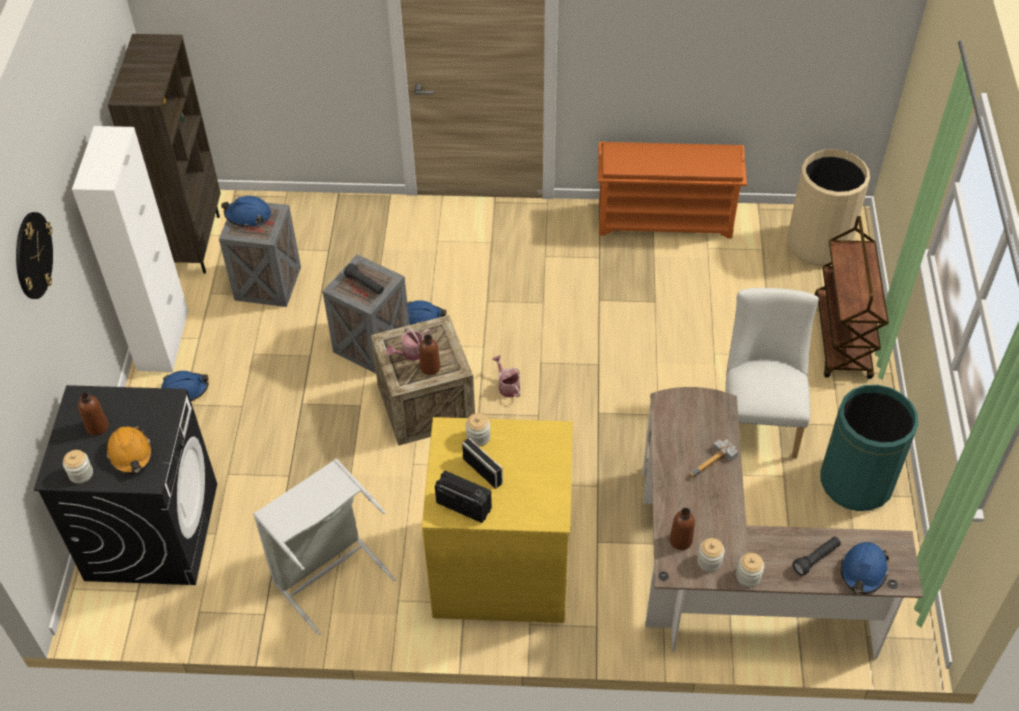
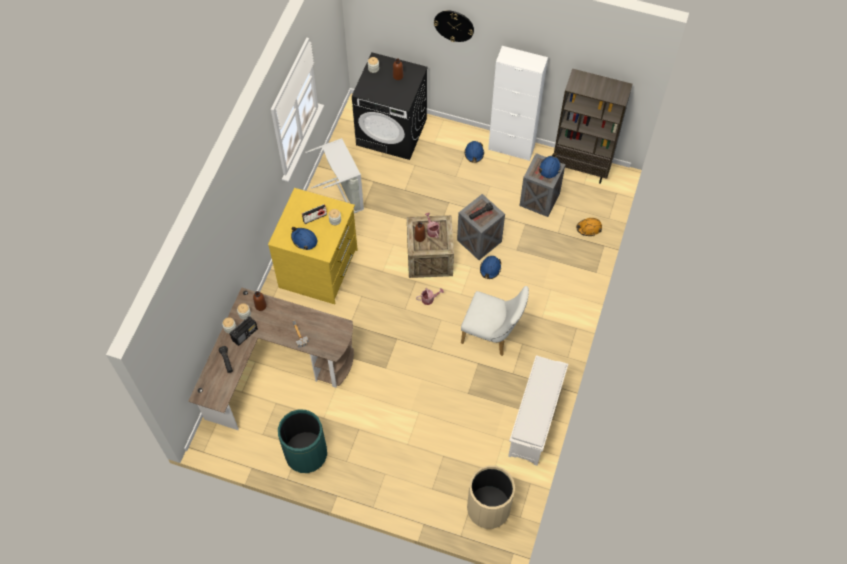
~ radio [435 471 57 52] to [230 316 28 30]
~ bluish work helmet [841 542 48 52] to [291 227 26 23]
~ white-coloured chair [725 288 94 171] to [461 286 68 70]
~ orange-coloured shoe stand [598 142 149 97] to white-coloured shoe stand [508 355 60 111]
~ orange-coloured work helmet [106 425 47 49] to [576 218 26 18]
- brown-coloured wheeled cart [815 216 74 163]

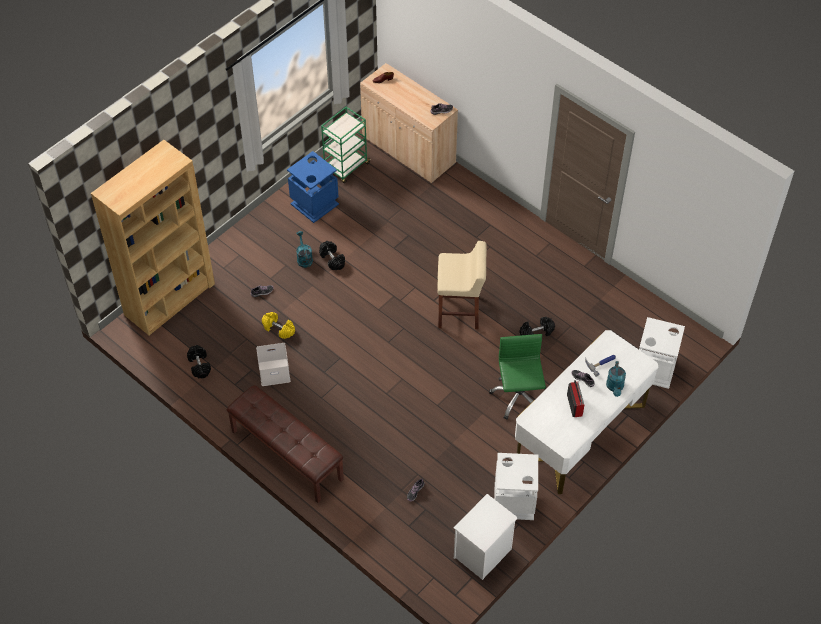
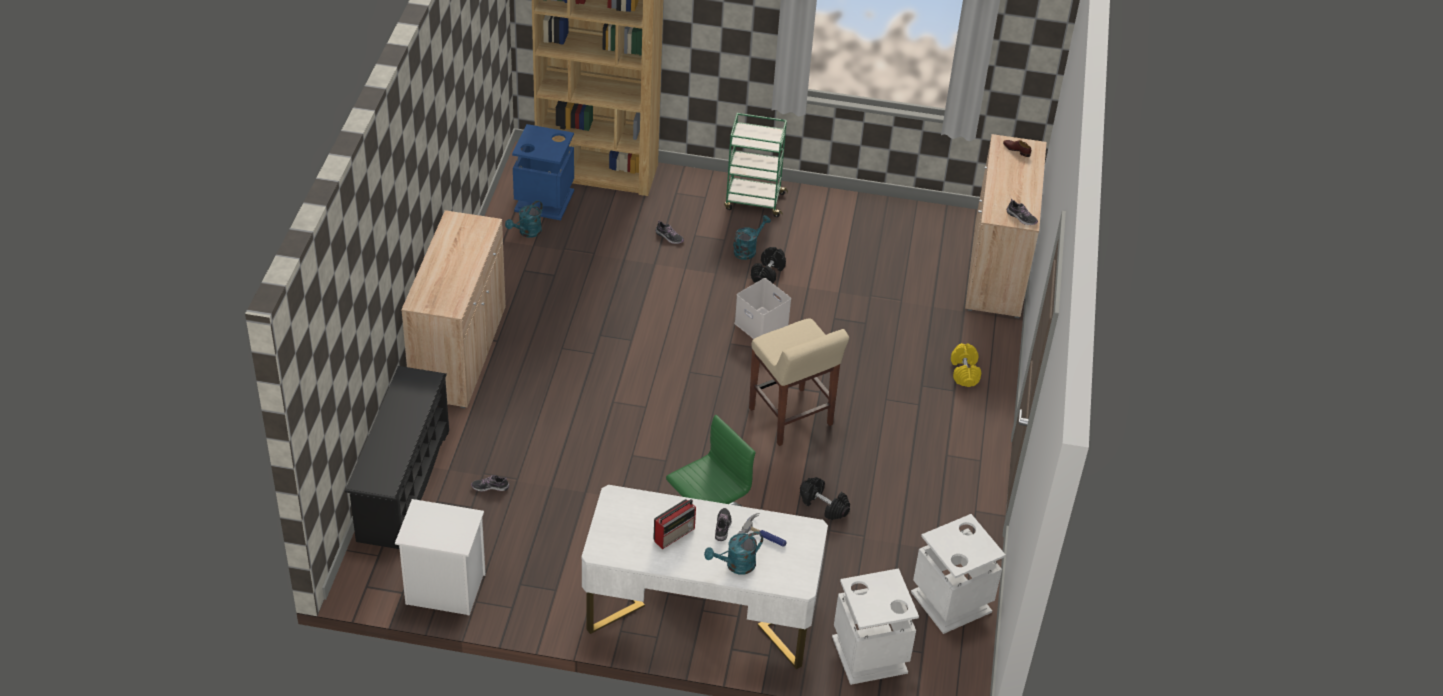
+ black-coloured shoe stand [345 366 104 183]
~ brown-coloured long seat [227 385 117 118] to beige storage cabinet [401 210 105 198]
~ black-coloured dumbbell [187 345 24 34] to turquoise watering can [505 200 38 38]
~ bluish rubbish bin [287 151 52 72] to [512 124 62 96]
~ green-coloured wheeled cart [321 107 50 76] to [724 113 64 104]
~ white-coloured storage bin [256 343 34 43] to [734 278 57 61]
~ white-coloured rubbish bin [494 453 44 67] to [911 514 95 120]
~ yellow dumbbell [262 312 33 27] to [951 343 30 44]

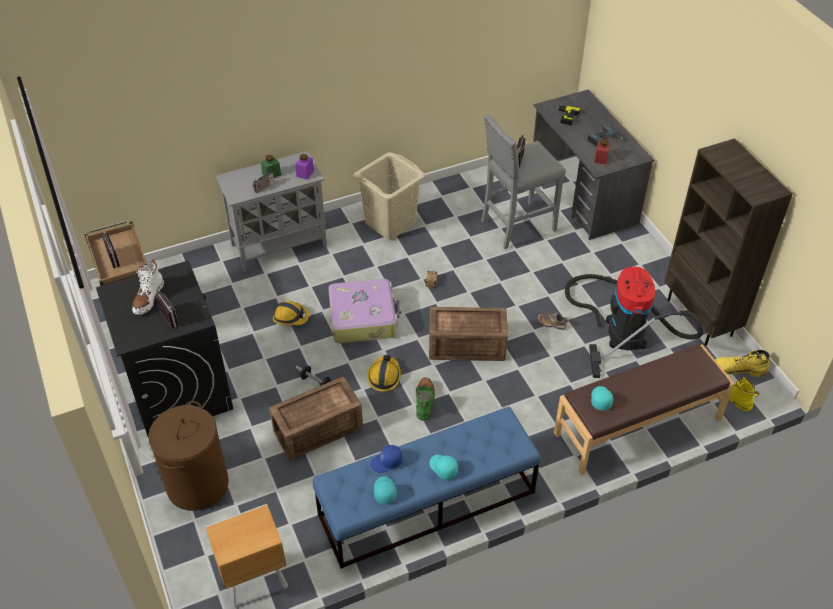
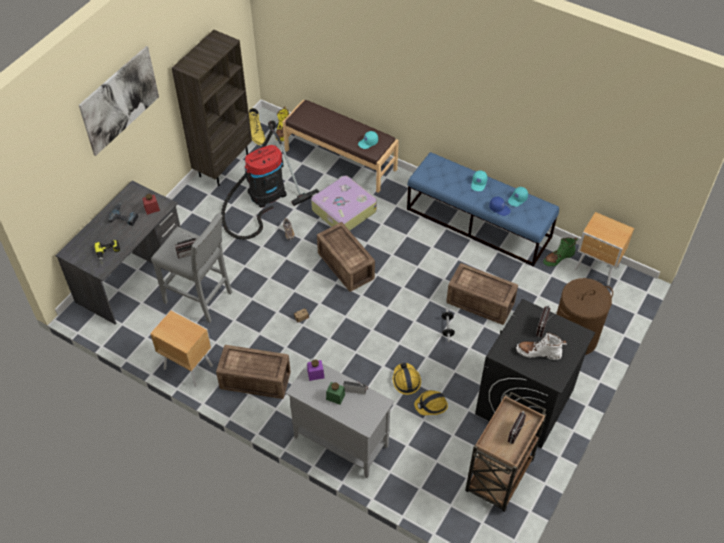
+ picture [79 46 80 110]
+ brown-coloured night table [150 310 63 77]
~ beige hamper [354 152 71 88] to packing crate [216 345 75 54]
~ suitcase [328 279 72 64] to [311 175 66 56]
~ work helmet [367 355 34 37] to [414 390 34 25]
~ white-coloured high-top boot [132 259 32 56] = [516 332 51 28] 150 degrees counterclockwise
~ green-coloured high-top boot [416 377 19 44] to [543 237 35 29]

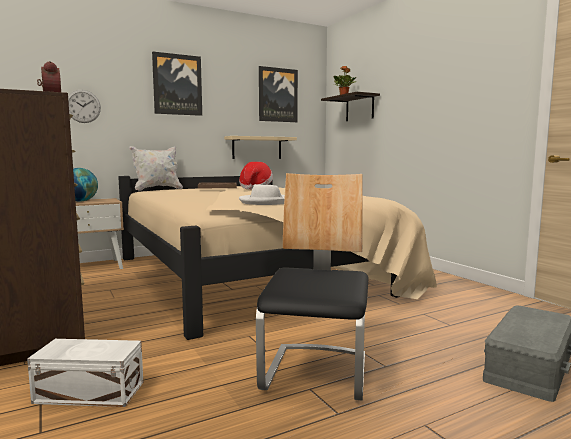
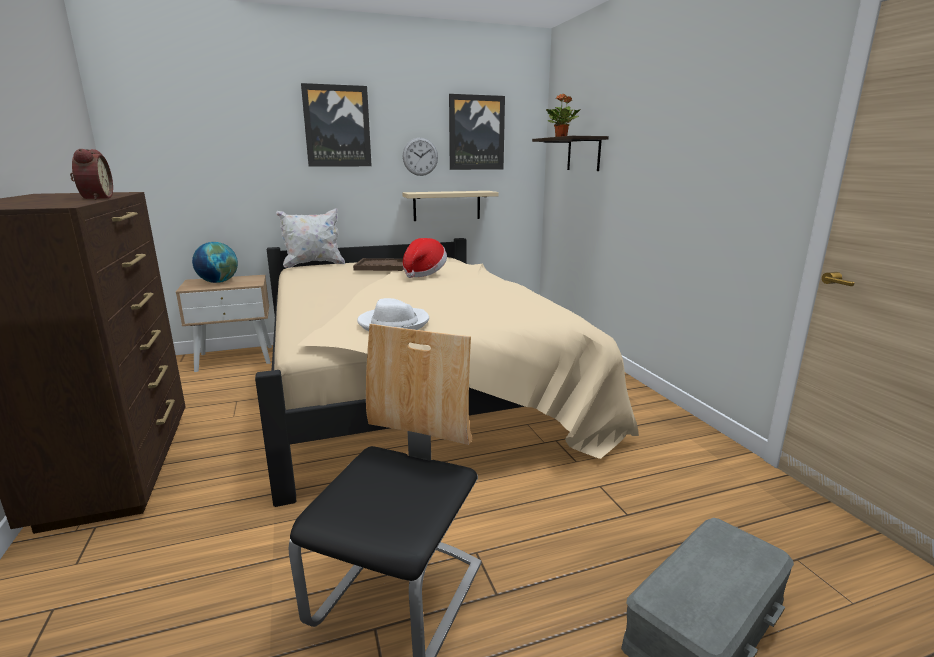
~ clock on the wall [68 90 33 33] to [403 138 35 38]
- white-coloured storage bin [27 339 116 68]

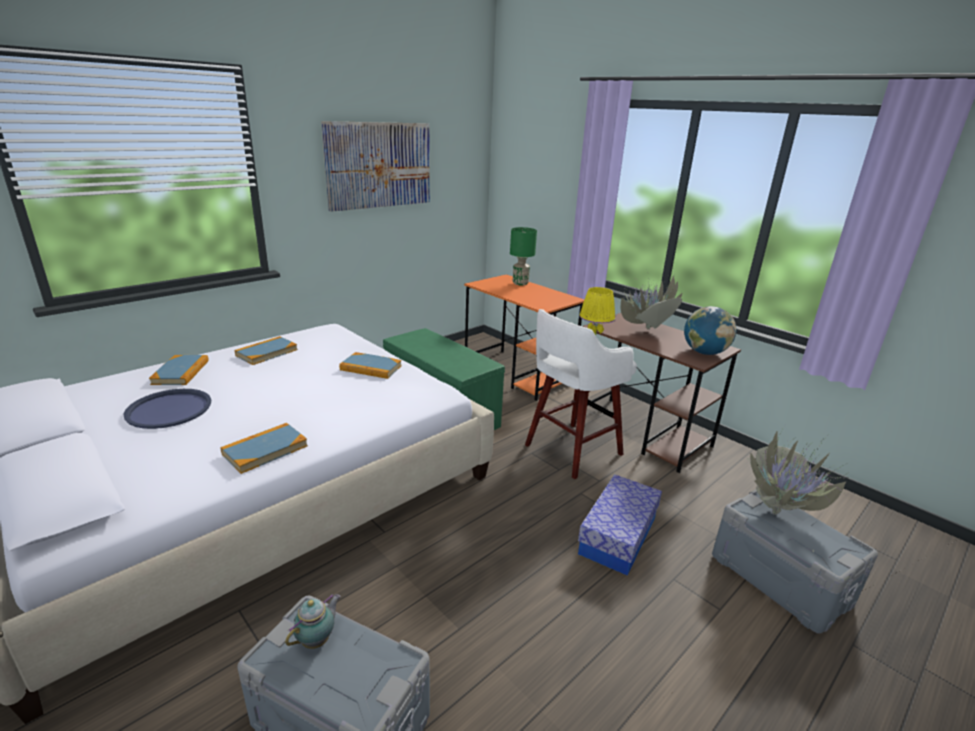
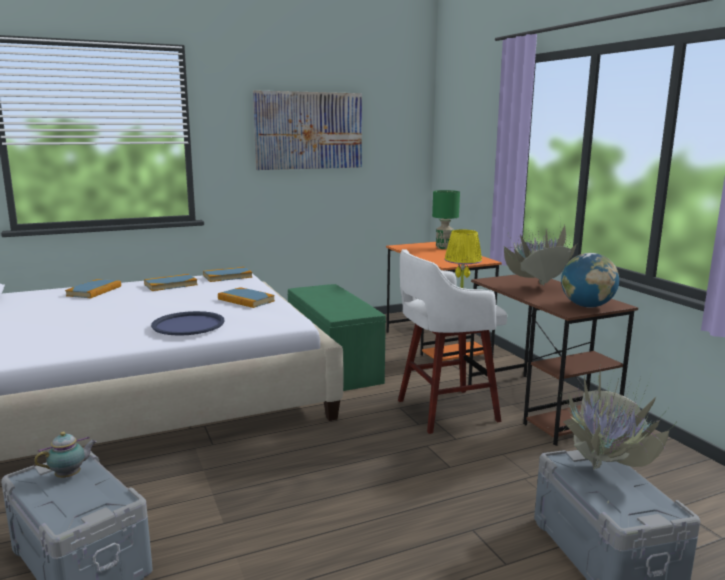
~ bluish carrying tray [123 389 88 40] to [151 311 74 25]
~ bound book [221 423 87 51] to [203 267 49 15]
- storage bin [578 474 84 102]

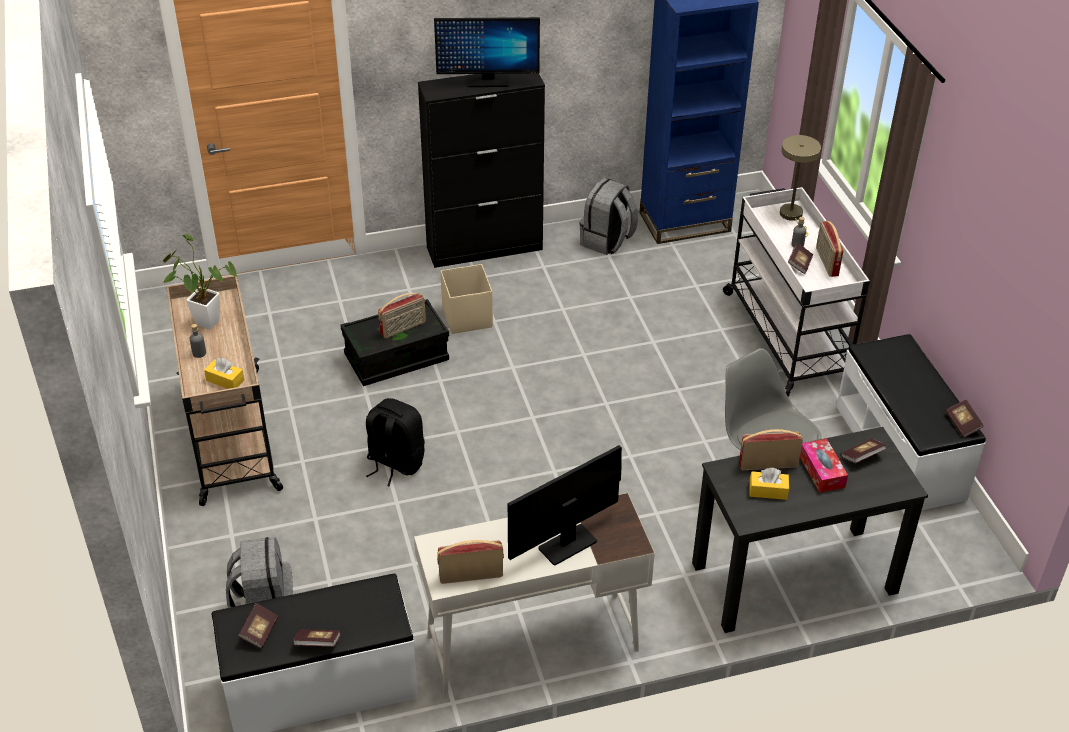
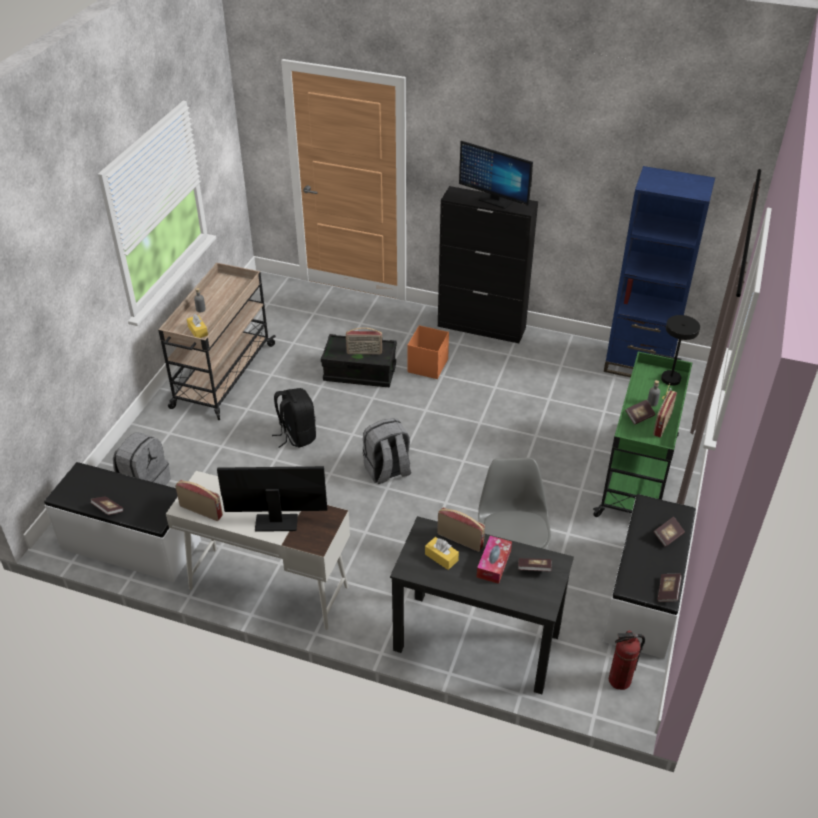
~ grey rucksack [579 178 59 77] to [363 418 48 66]
~ beige storage bin [441 264 52 70] to orange-coloured storage bin [407 325 42 54]
~ white-coloured wheeled cart [723 187 147 210] to green-coloured wheeled cart [593 352 99 165]
+ fire extinguisher [609 630 36 60]
~ bound book [238 603 40 46] to [654 517 31 30]
~ beige tabletop lamp [780 135 41 102] to black-coloured tabletop lamp [661 315 39 85]
- plant in a pot [162 234 75 95]

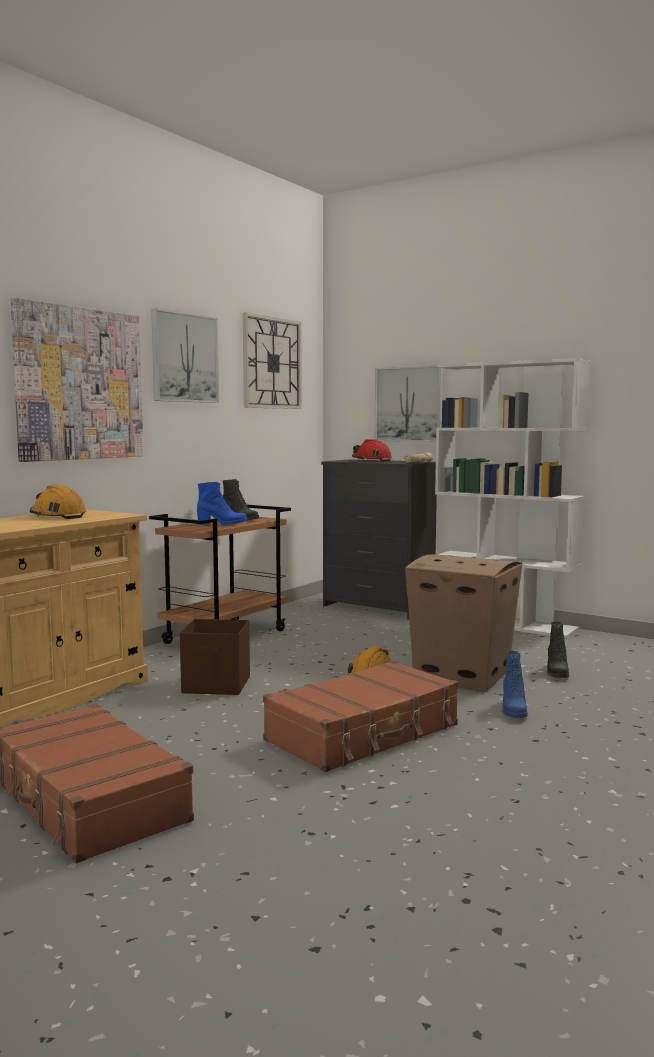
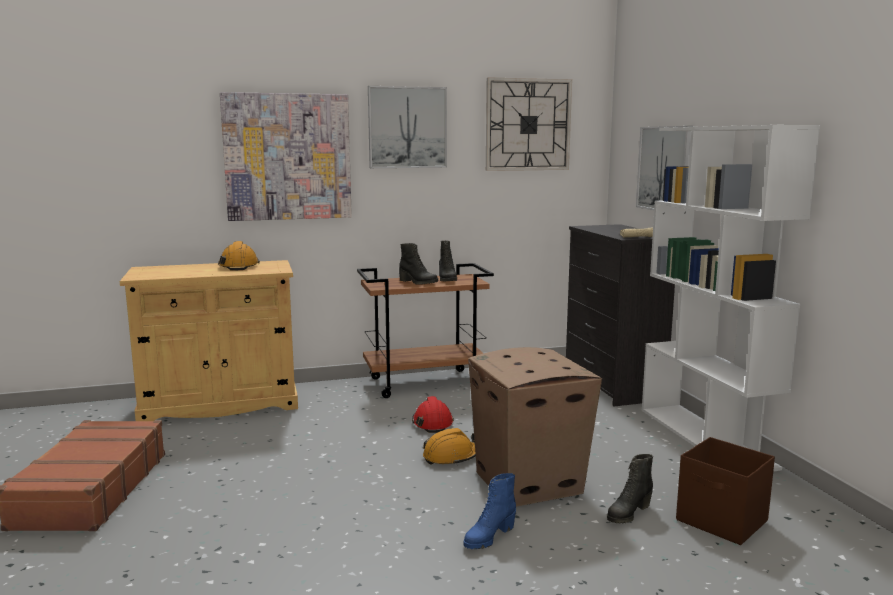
~ bluish high-top boot [197 482 50 43] to black-coloured high-top boot [399 243 39 42]
~ reddish work helmet [352 439 40 23] to [412 396 42 37]
~ brown-coloured storage bin [180 619 70 76] to [676 437 99 108]
- brown-coloured suitcase [263 661 195 111]

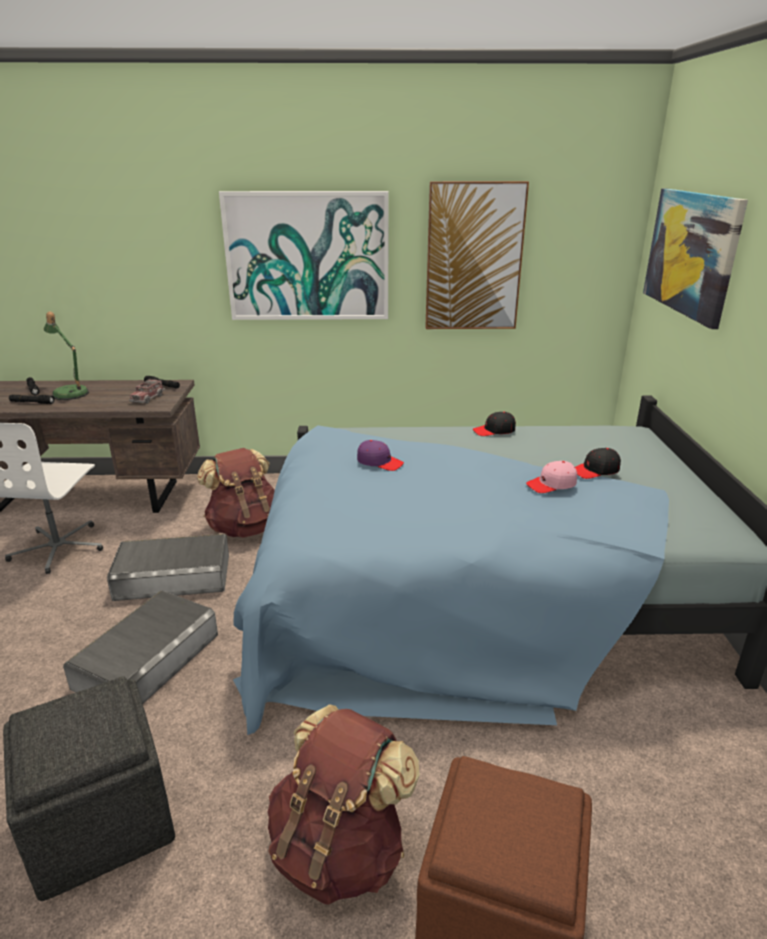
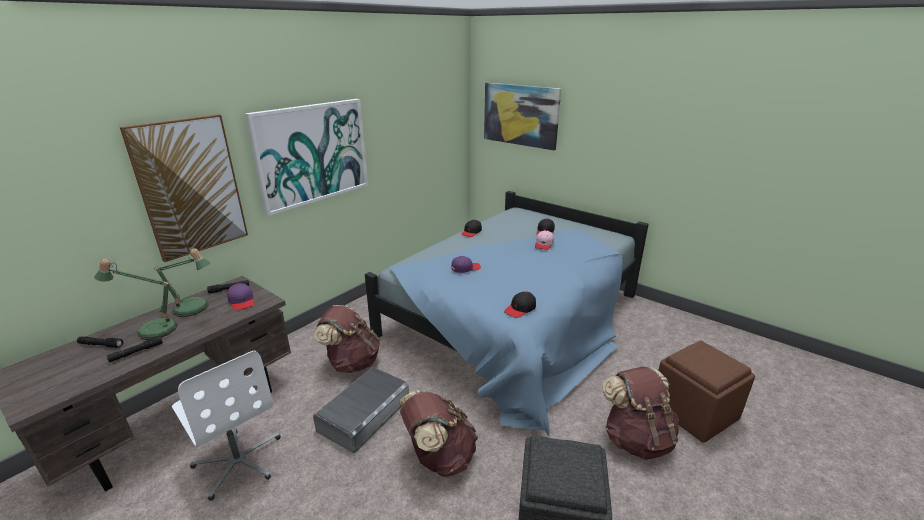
~ picture [425 181 104 148] to [120 114 128 148]
+ tabletop lamp [155 248 56 69]
~ toy truck [129 378 36 26] to purple-coloured cap [227 283 27 28]
~ grey storage bin [63 591 155 113] to brown-coloured rucksack [399 390 79 87]
+ black-coloured cap [504 292 32 26]

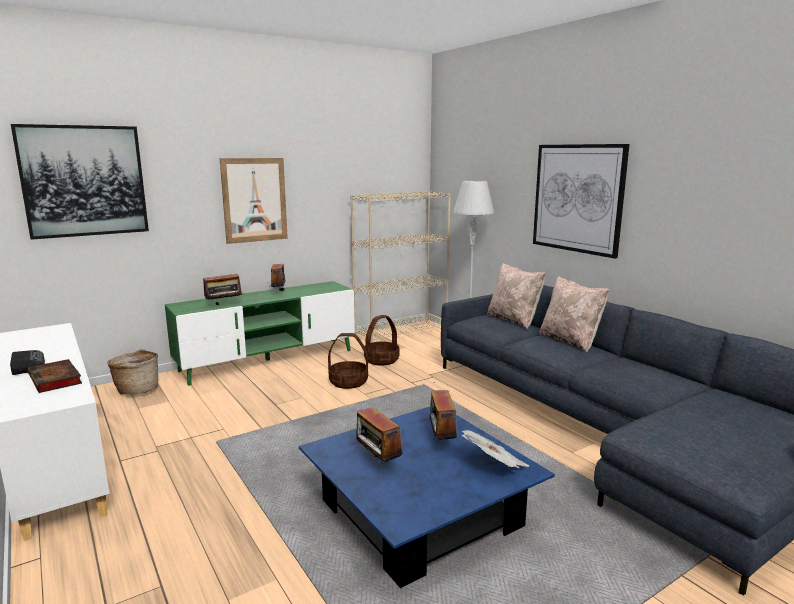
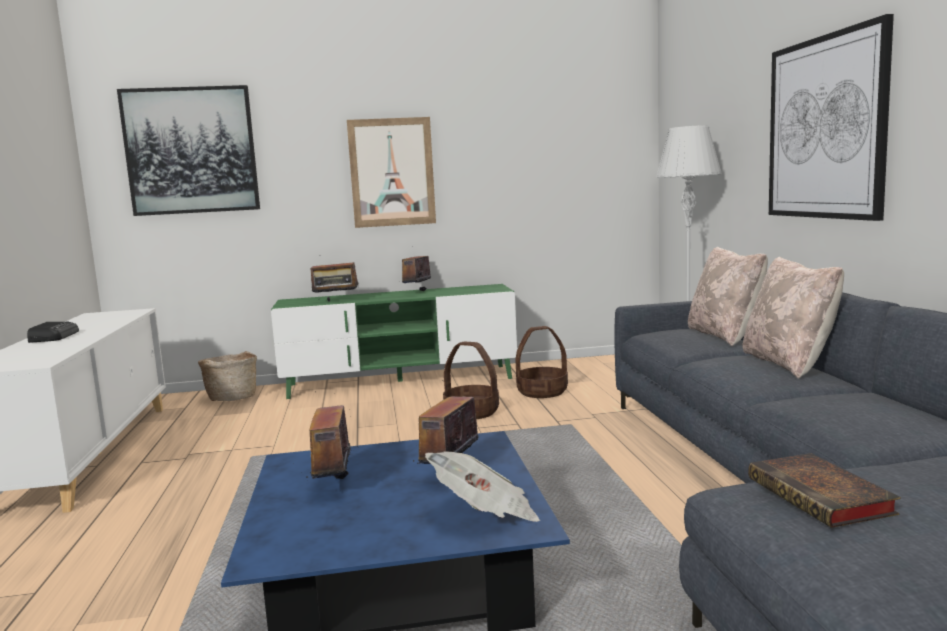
~ bound book [28 359 54 34] to [748 453 153 75]
- beige bookcase [350 191 101 152]

